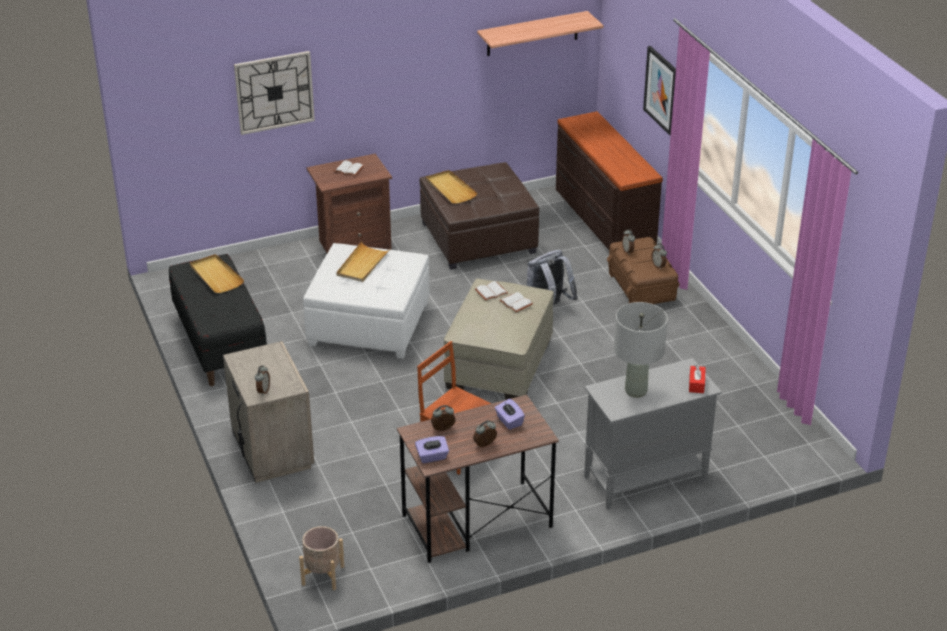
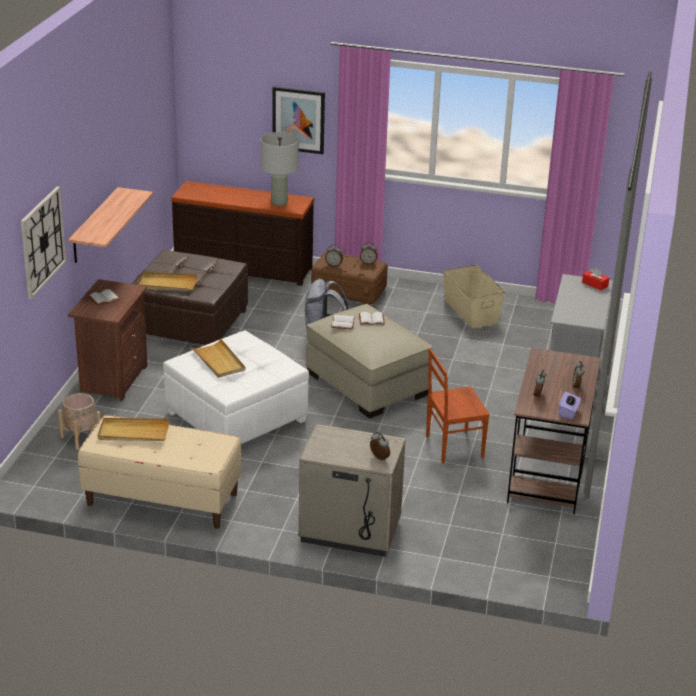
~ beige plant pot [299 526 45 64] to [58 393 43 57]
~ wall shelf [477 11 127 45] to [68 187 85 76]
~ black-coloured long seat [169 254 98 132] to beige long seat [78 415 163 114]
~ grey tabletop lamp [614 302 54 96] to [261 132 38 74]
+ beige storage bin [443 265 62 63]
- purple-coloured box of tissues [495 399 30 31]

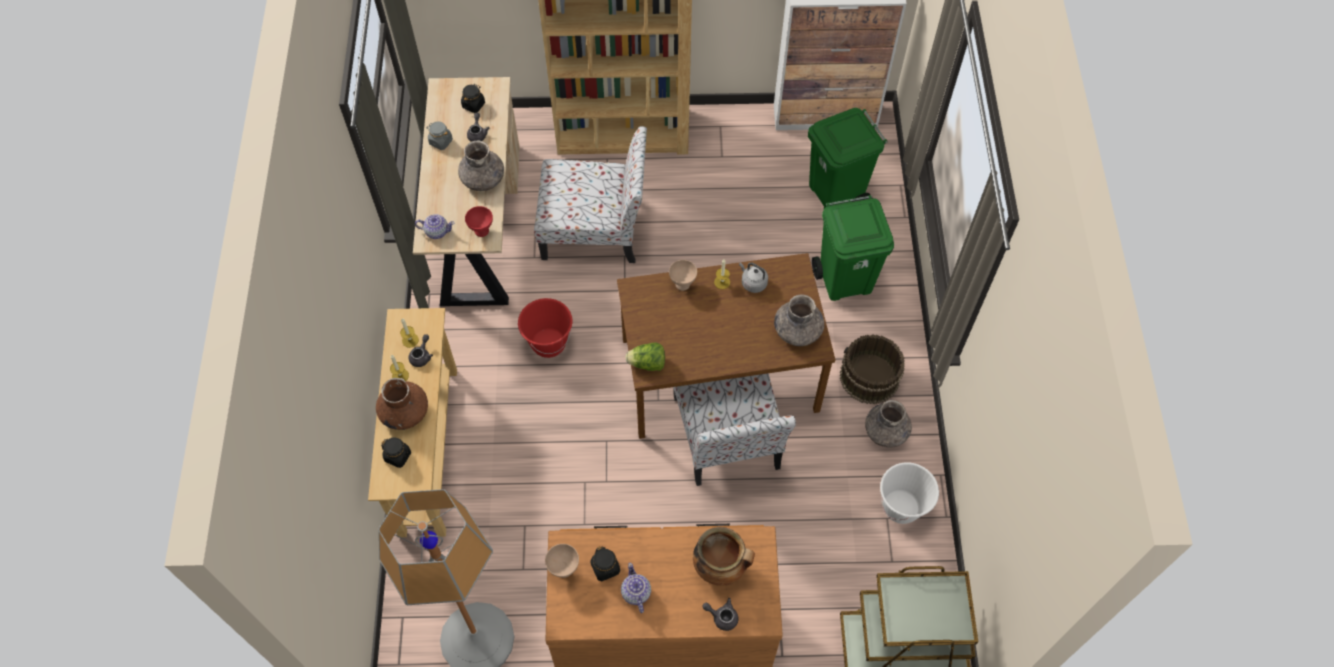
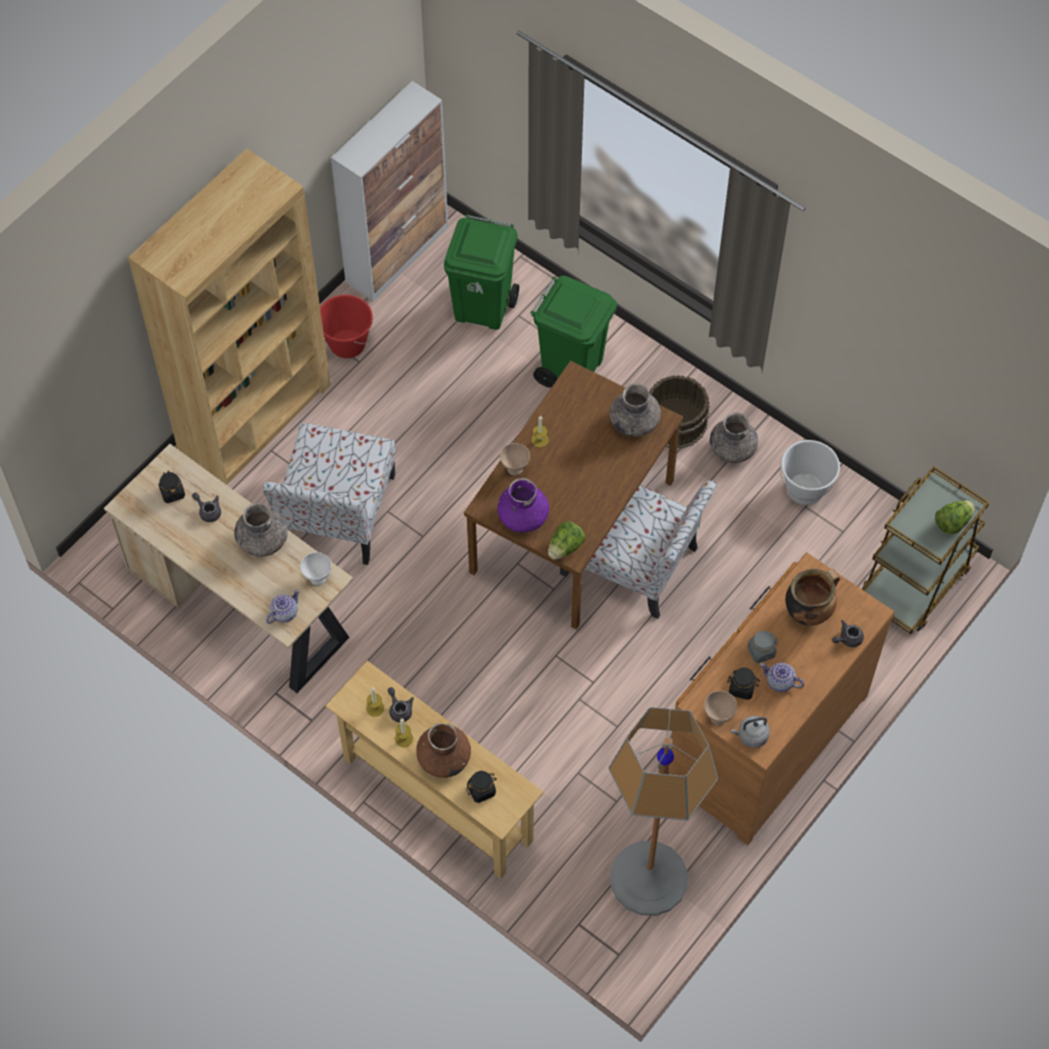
~ chair [534 126 113 137] = [263 423 133 142] 150 degrees clockwise
~ reddish serving bowl [465 206 28 31] to white-coloured serving bowl [300 552 31 33]
~ reddish water bucket [518 298 54 60] to [320 295 53 63]
+ purple-coloured flower vase [497 478 52 55]
~ grey kettle [739 262 29 31] to [731 716 39 32]
~ grey storage jar [427 121 26 29] to [747 631 31 32]
+ head of lettuce [935 500 40 35]

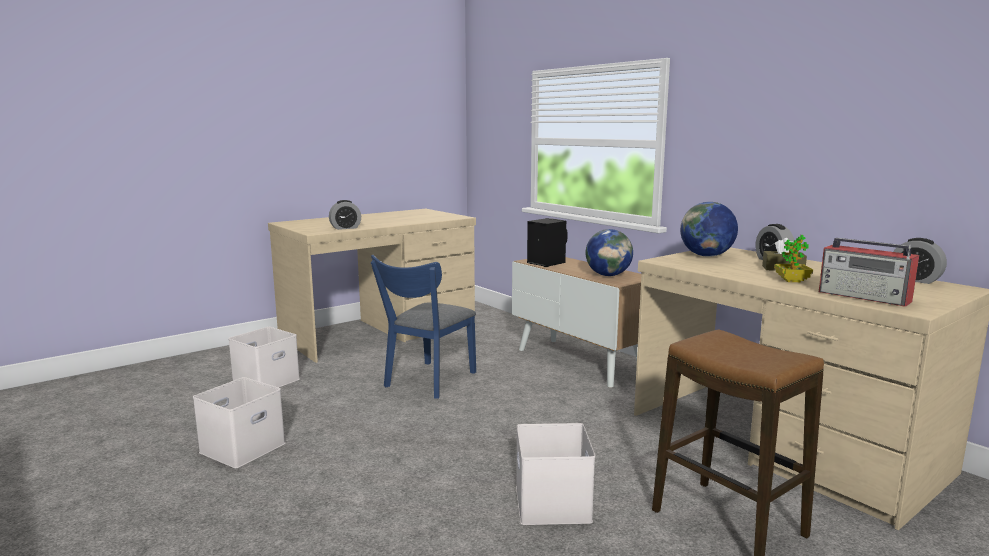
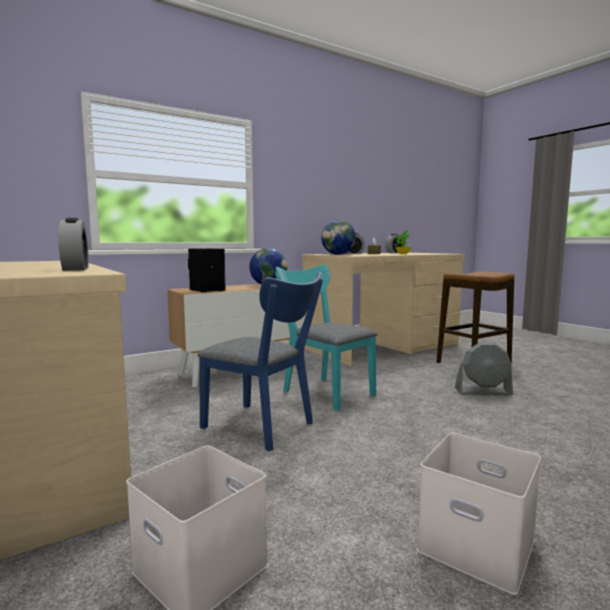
+ turquoise chair [275 264 102 147]
~ white-coloured storage bin [516 423 79 102] to grey fan [455 342 58 53]
- radio [819 238 100 69]

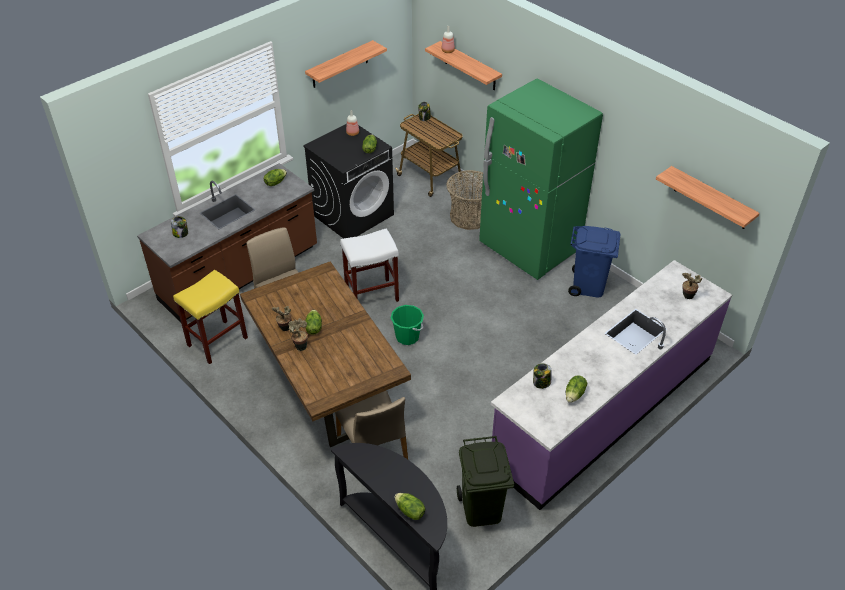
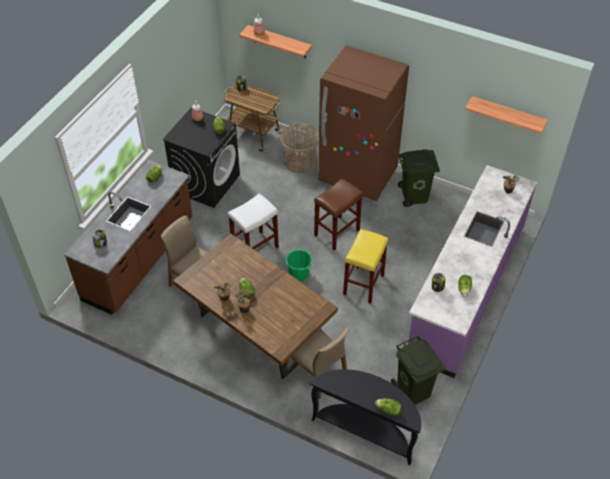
+ brown-coloured sitting stool [314 178 49 73]
~ green-coloured refrigerator [479 79 124 201] to brown-coloured refrigerator [318 45 91 156]
~ yellow sitting stool [173 270 75 94] to [343 229 45 75]
~ bluish rubbish bin [568 226 52 72] to green-coloured rubbish bin [398 150 42 57]
- wall shelf [305 40 82 48]

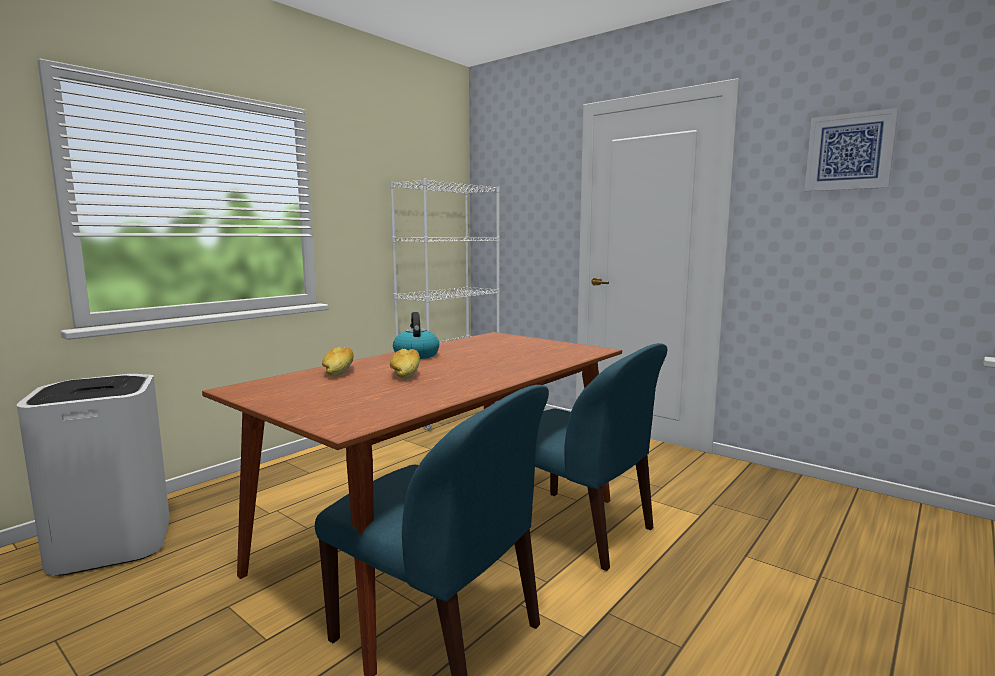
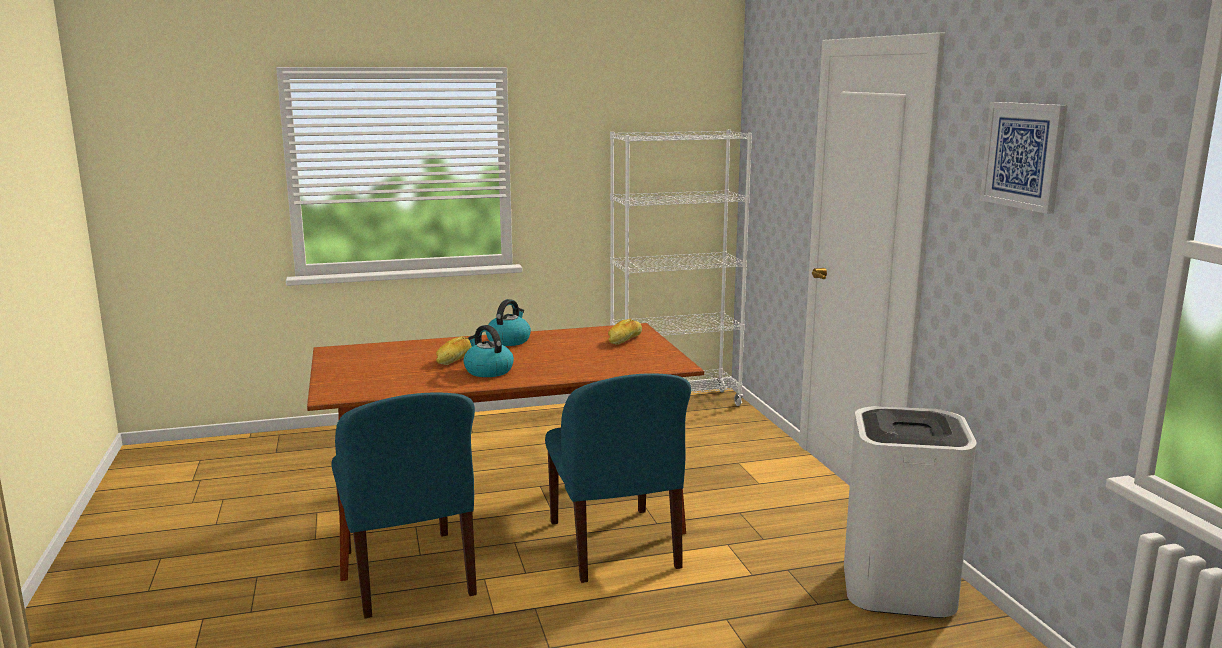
+ kettle [463 325 51 52]
~ baked bread [322 347 32 30] to [608 319 34 26]
~ white-coloured rubbish bin [17 374 153 202] to [844 406 132 212]

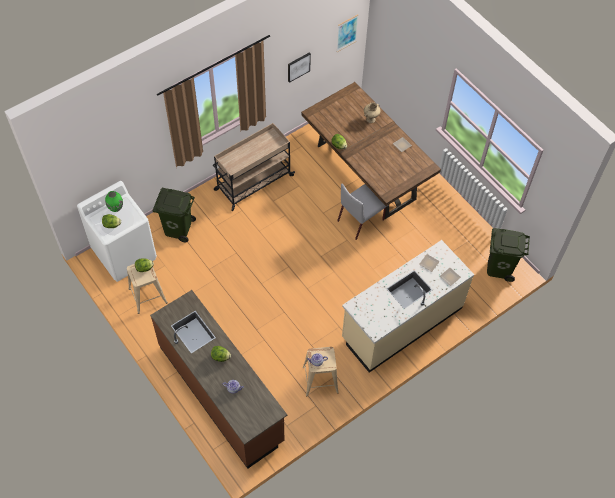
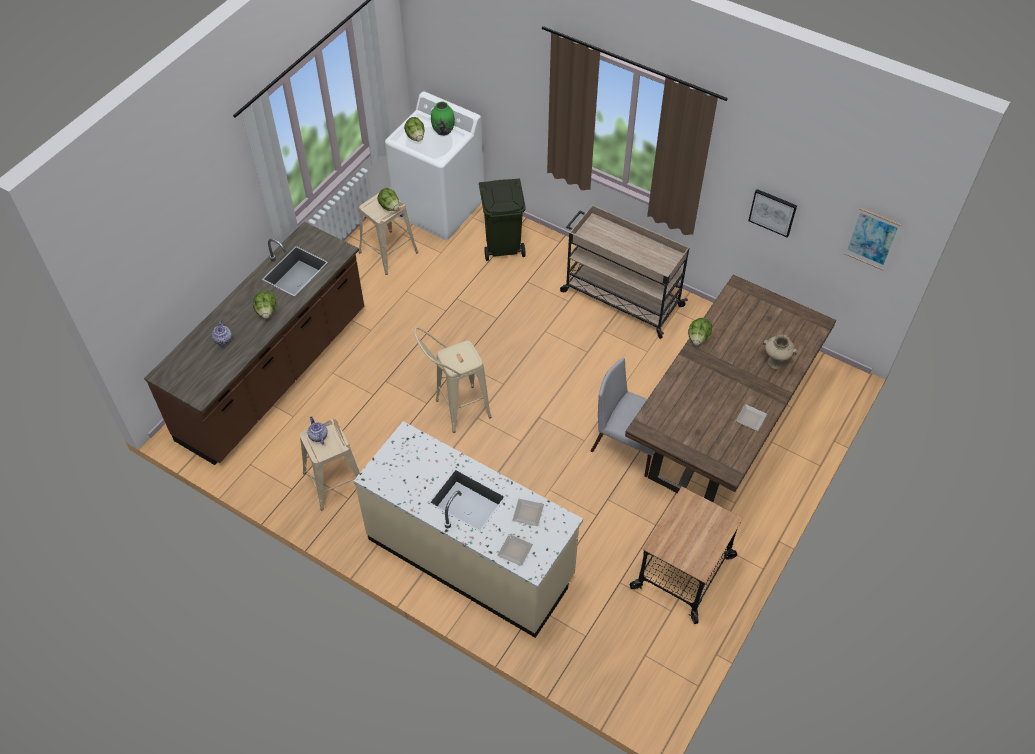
+ beige sitting stool [414 327 77 106]
+ wheeled cart [630 487 113 137]
- green-coloured rubbish bin [487 228 43 54]

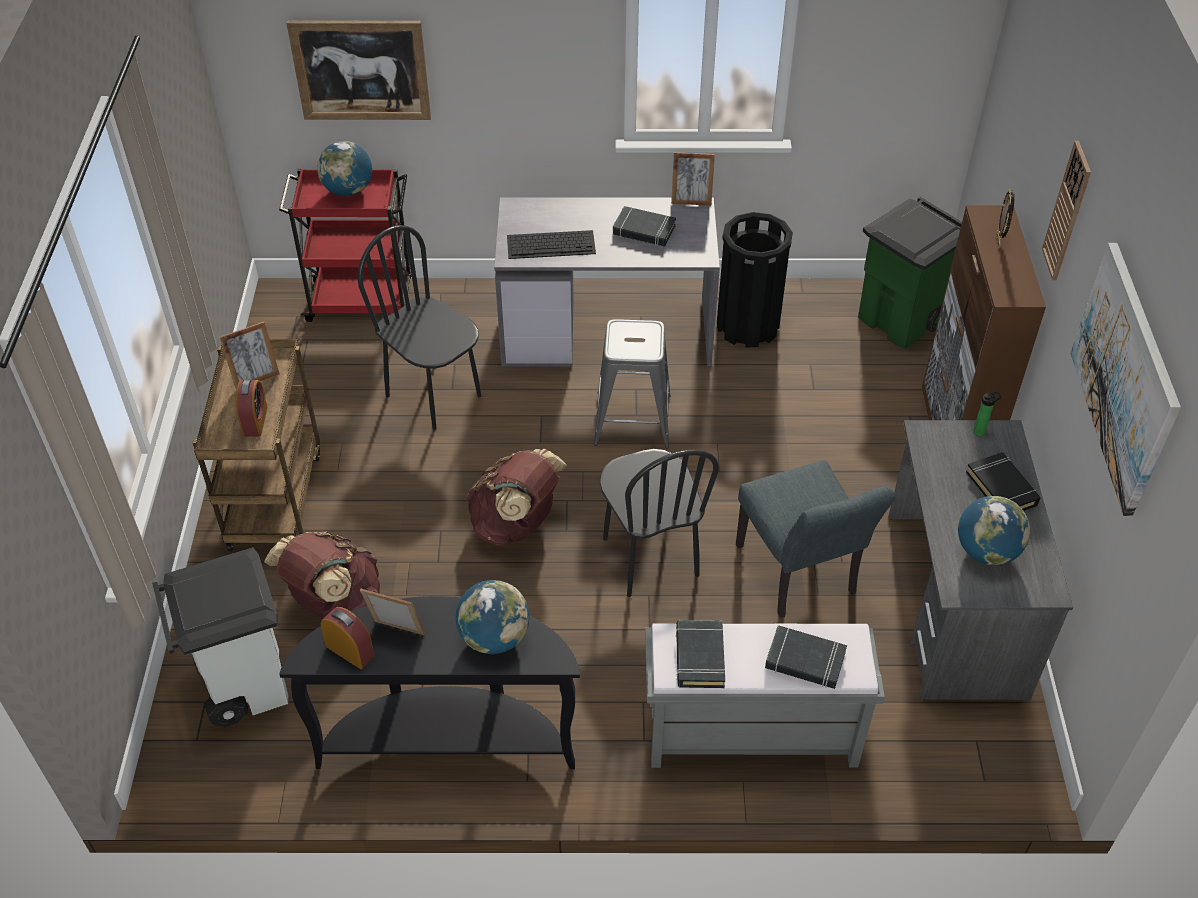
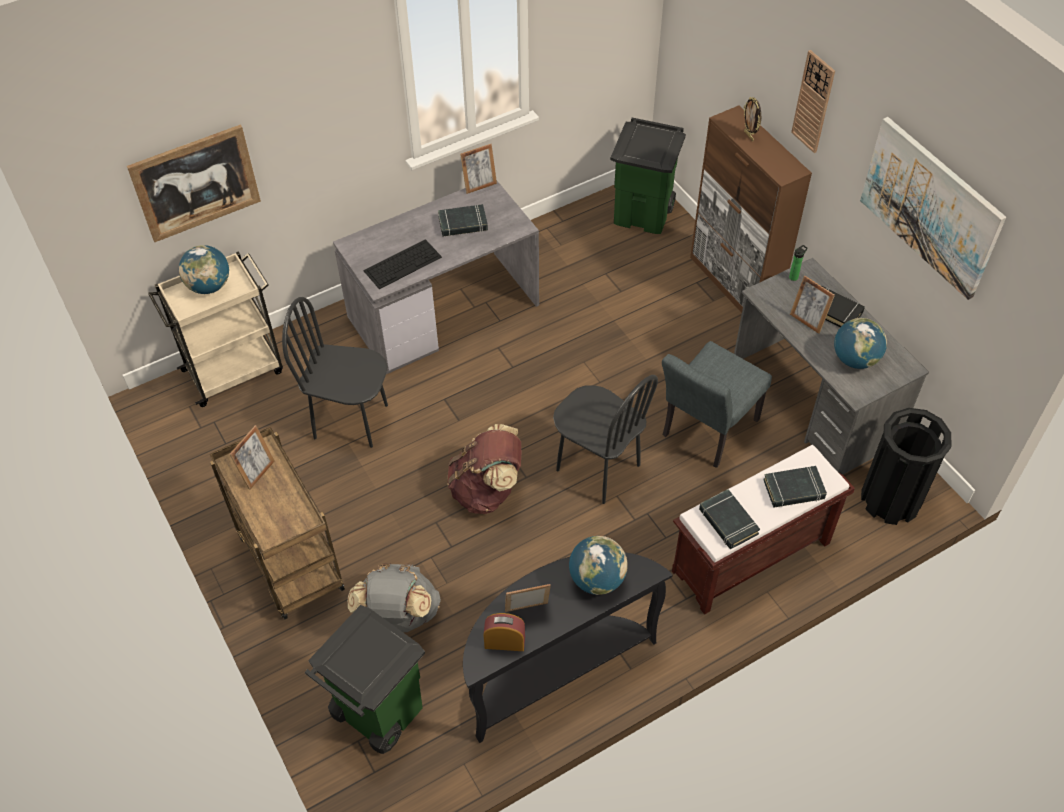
~ reddish wheeled cart [279 168 133 154] to beige wheeled cart [148 251 135 156]
~ white-coloured rubbish bin [152 547 136 180] to green-coloured rubbish bin [305 605 120 149]
~ brown-coloured rucksack [264 532 116 87] to grey rucksack [348 563 93 69]
~ grey chair [736 460 159 158] = [662 341 110 127] 90 degrees clockwise
~ grey long seat [645 623 240 145] to brown-coloured long seat [672 445 183 170]
+ standing frame [790 276 45 58]
~ black-coloured rubbish bin [717 212 76 136] to [861 408 91 117]
- alarm clock [236 379 31 57]
- grey sitting stool [594 319 77 129]

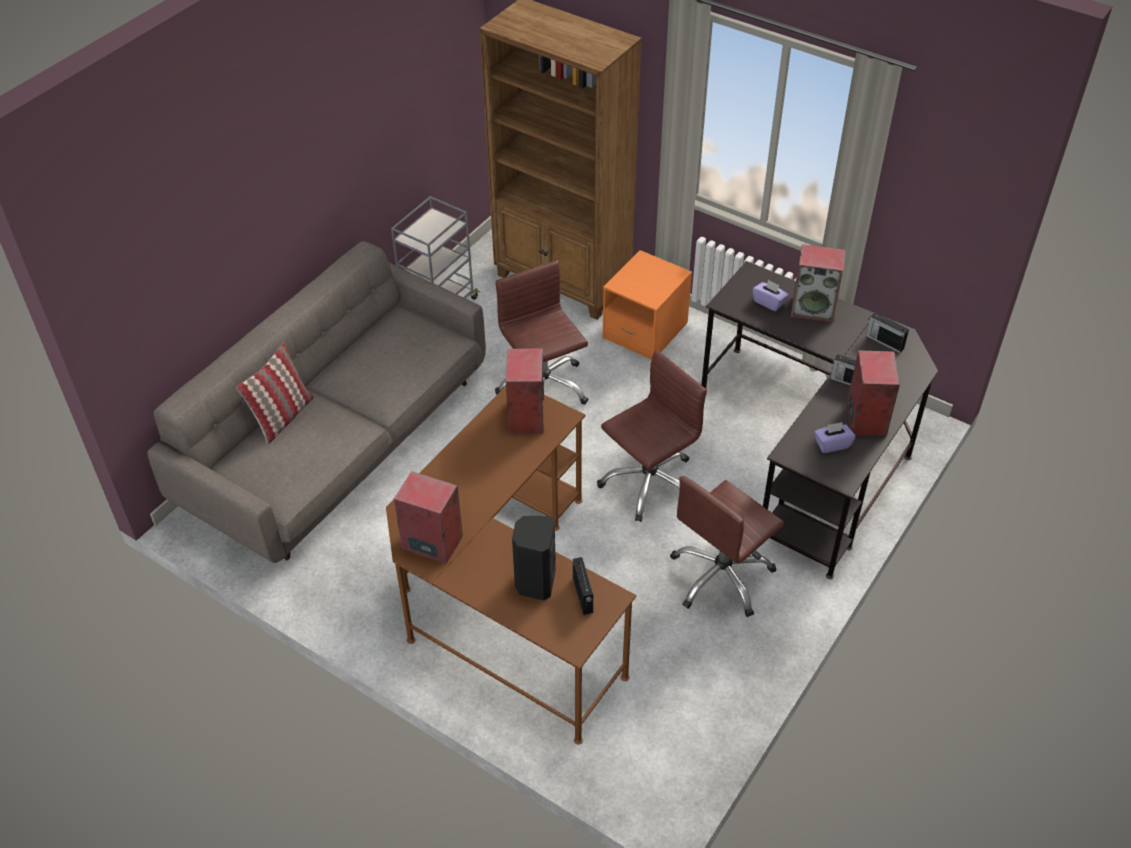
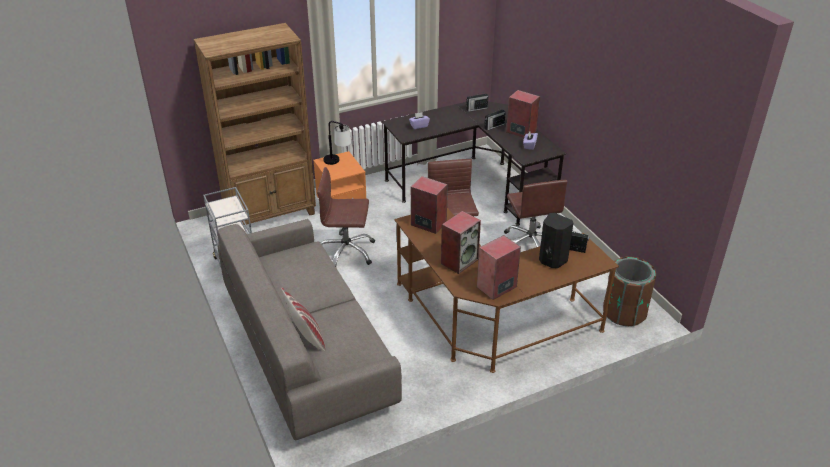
+ tabletop lamp [323 121 28 44]
~ speaker [791 244 54 79] to [441 211 40 63]
+ brown-coloured rubbish bin [603 257 53 69]

